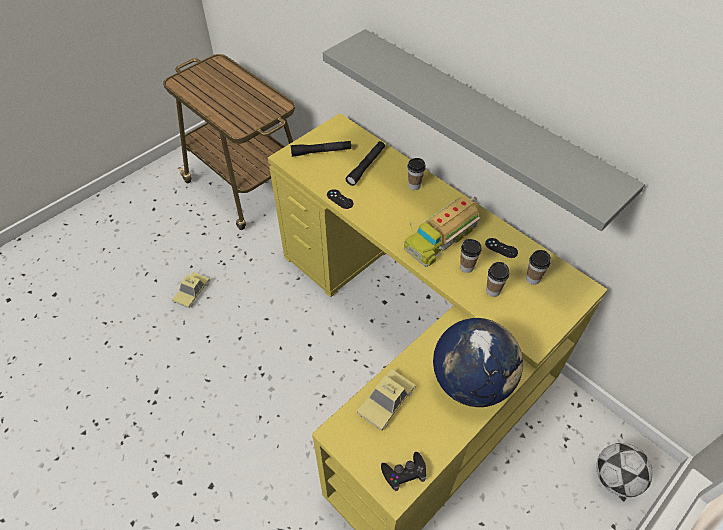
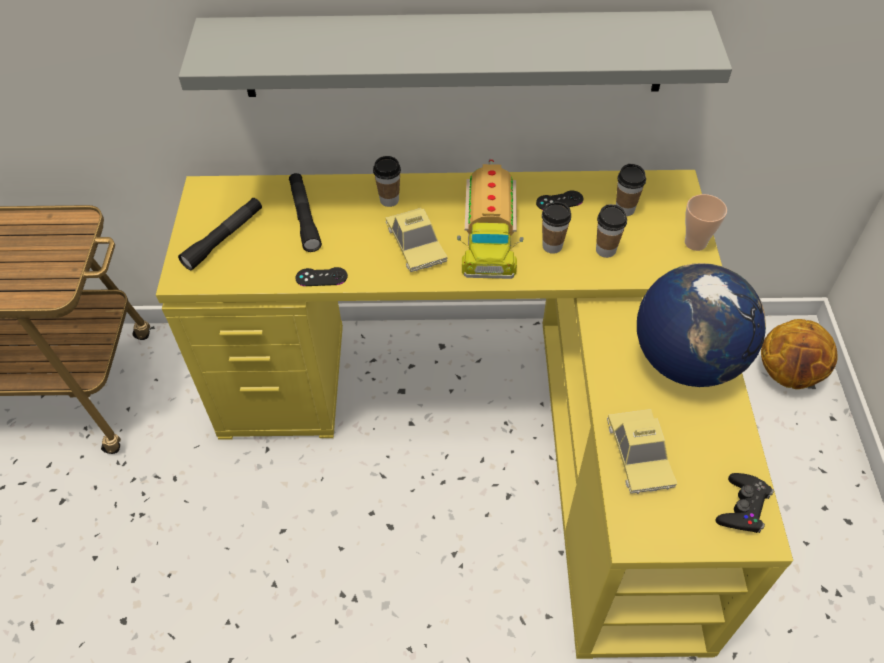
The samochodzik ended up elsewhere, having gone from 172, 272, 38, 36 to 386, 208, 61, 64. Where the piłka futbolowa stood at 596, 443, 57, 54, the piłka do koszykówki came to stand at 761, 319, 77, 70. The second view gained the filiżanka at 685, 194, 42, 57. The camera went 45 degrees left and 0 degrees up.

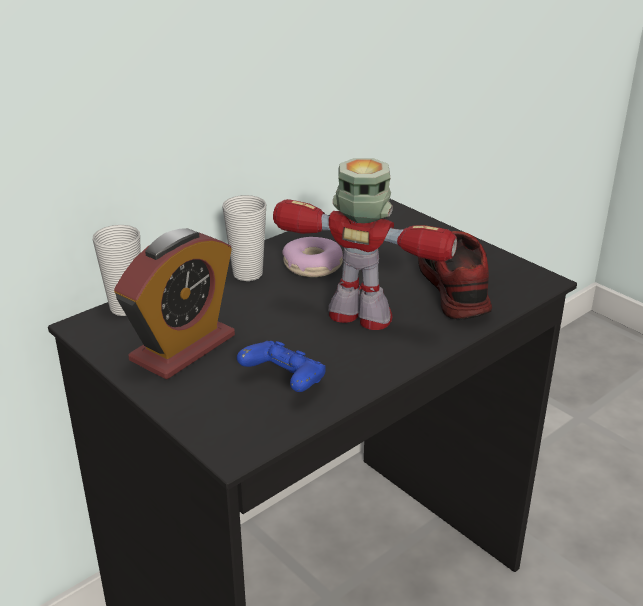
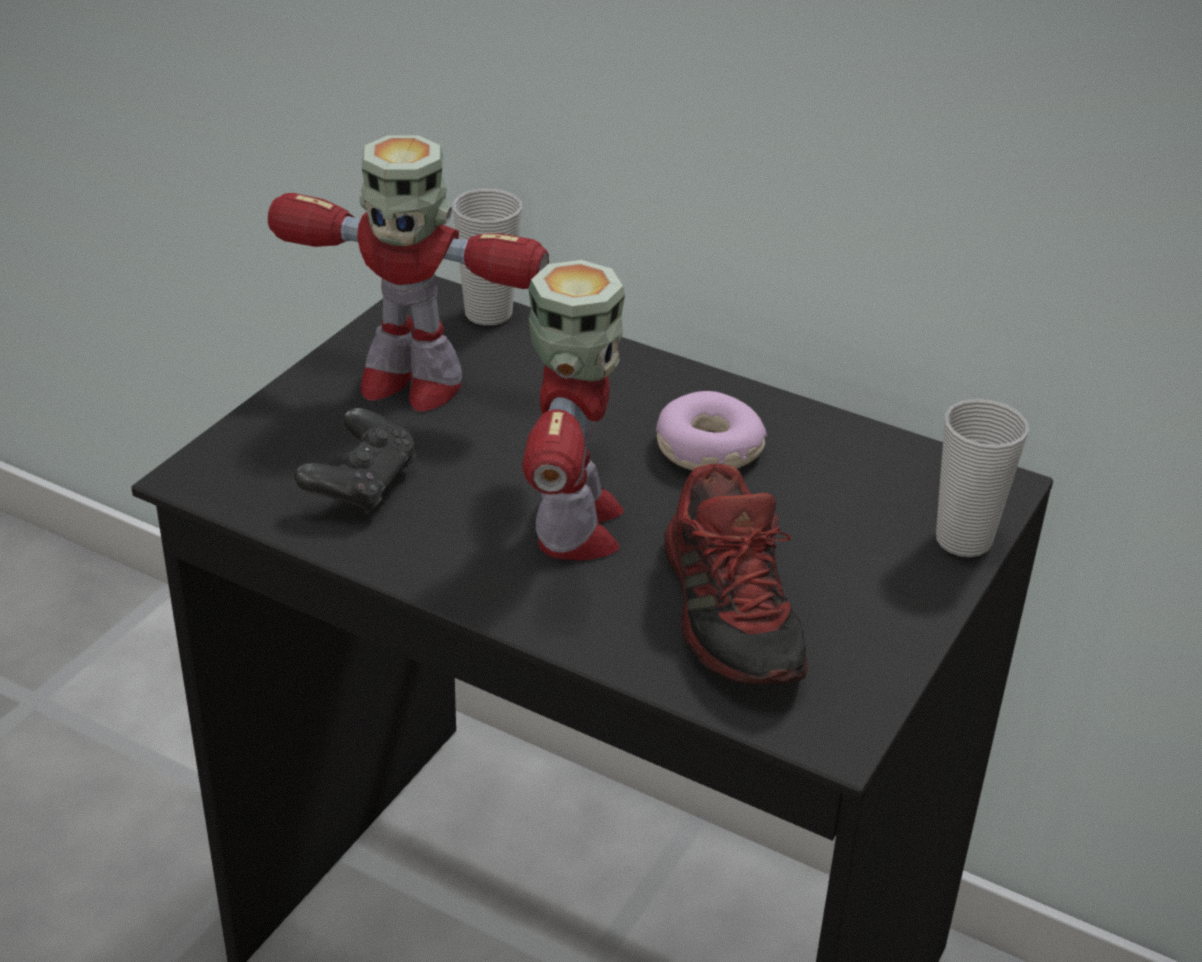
The filiżanka ended up elsewhere, having gone from 222, 195, 44, 86 to 936, 398, 93, 159. Where the budzik stood at 114, 228, 121, 152, the robot zabawkowy came to stand at 268, 135, 281, 276. The but at 418, 231, 74, 88 ended up facing another way, 105 degrees clockwise from before. What was the pad do gier/niebieski at 237, 341, 89, 51 turned into the pad do gier/czarny at 294, 408, 122, 107. The camera went 70 degrees right and 5 degrees up.

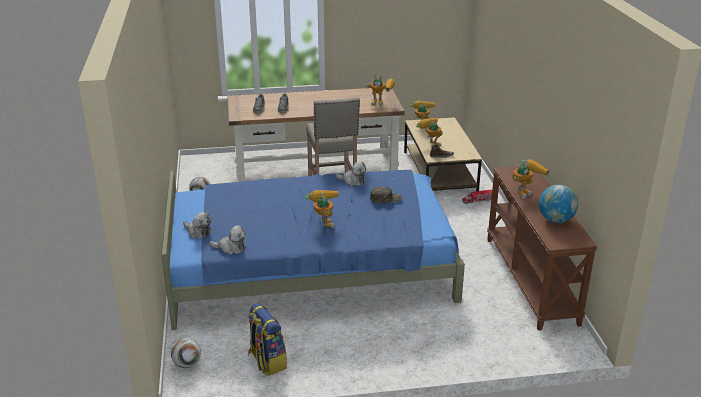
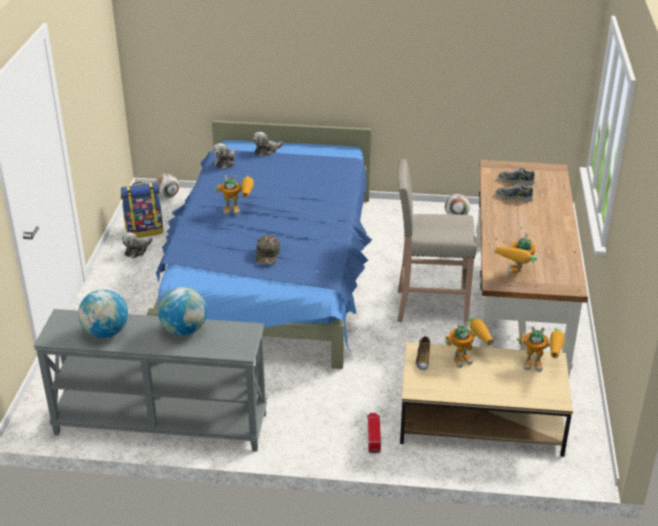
Where the robot zabawkowy stood at 512, 159, 37, 40, the globus came to stand at 158, 287, 49, 48. The pluszak ended up elsewhere, having gone from 335, 161, 31, 25 to 122, 232, 30, 27. What was the stolik konsolowy/brązowy at 487, 166, 110, 165 turned into the stolik konsolowy/szary at 34, 309, 233, 143. The camera went 105 degrees right and 5 degrees up.

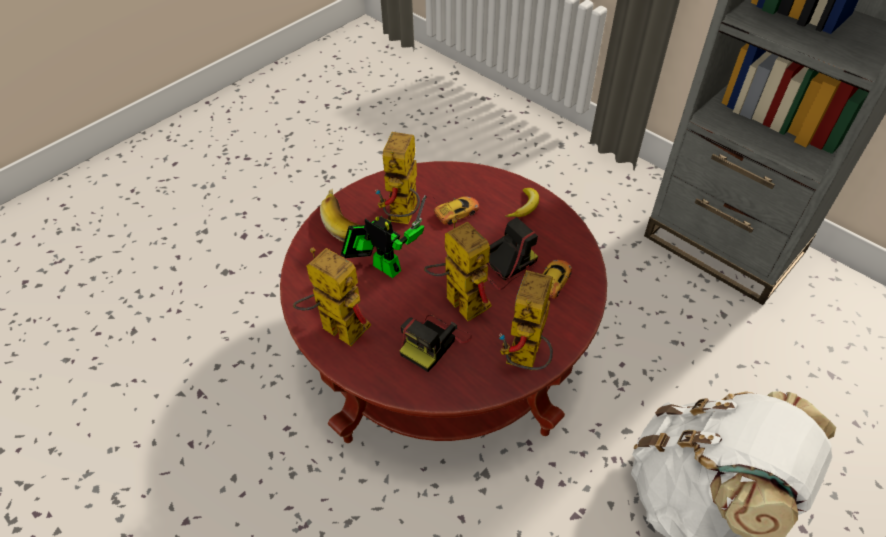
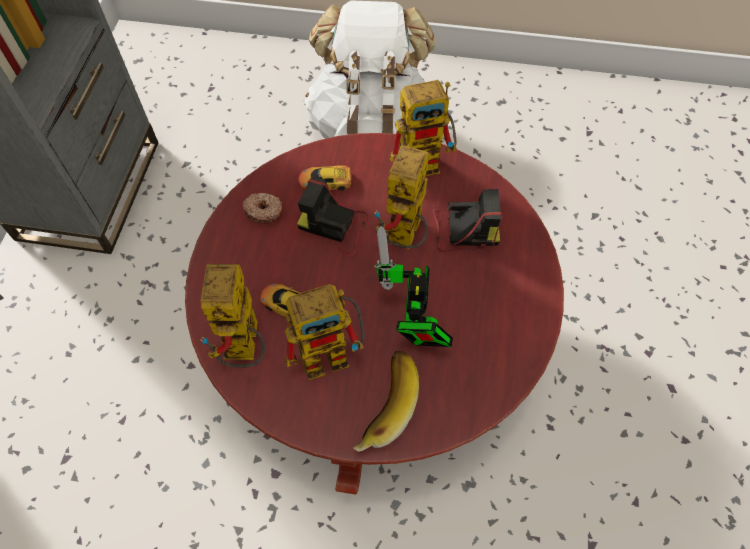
The second view lost the banan at 505, 188, 34, 29. The robot zabawkowy ended up elsewhere, having gone from 293, 248, 78, 98 to 200, 264, 65, 104. The second view gained the donut at 242, 193, 41, 30. The camera went 125 degrees left and 10 degrees up.

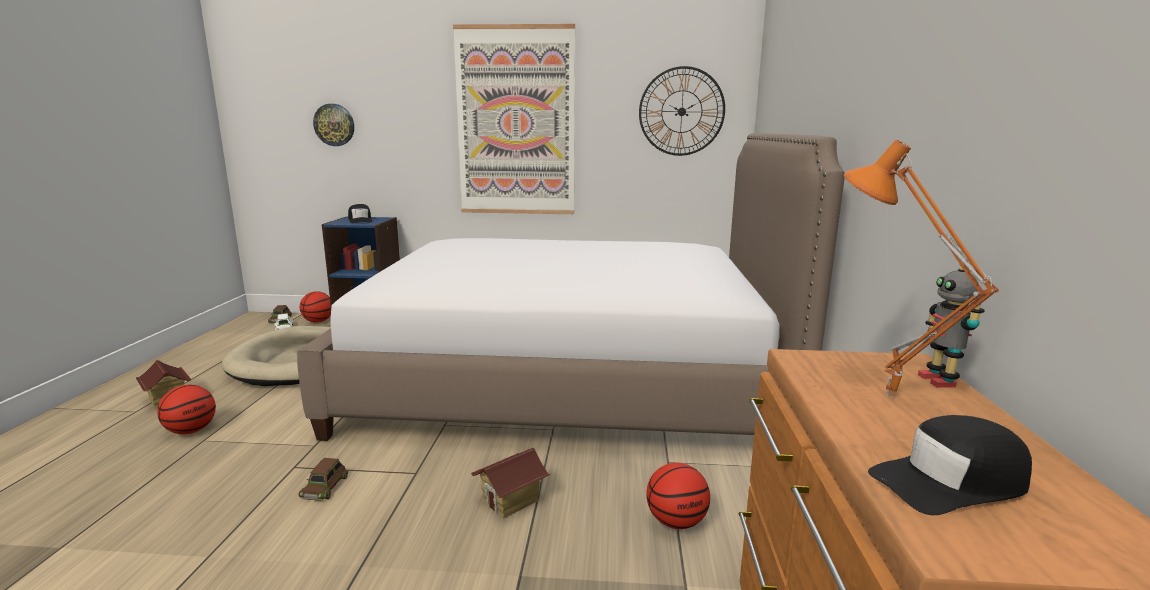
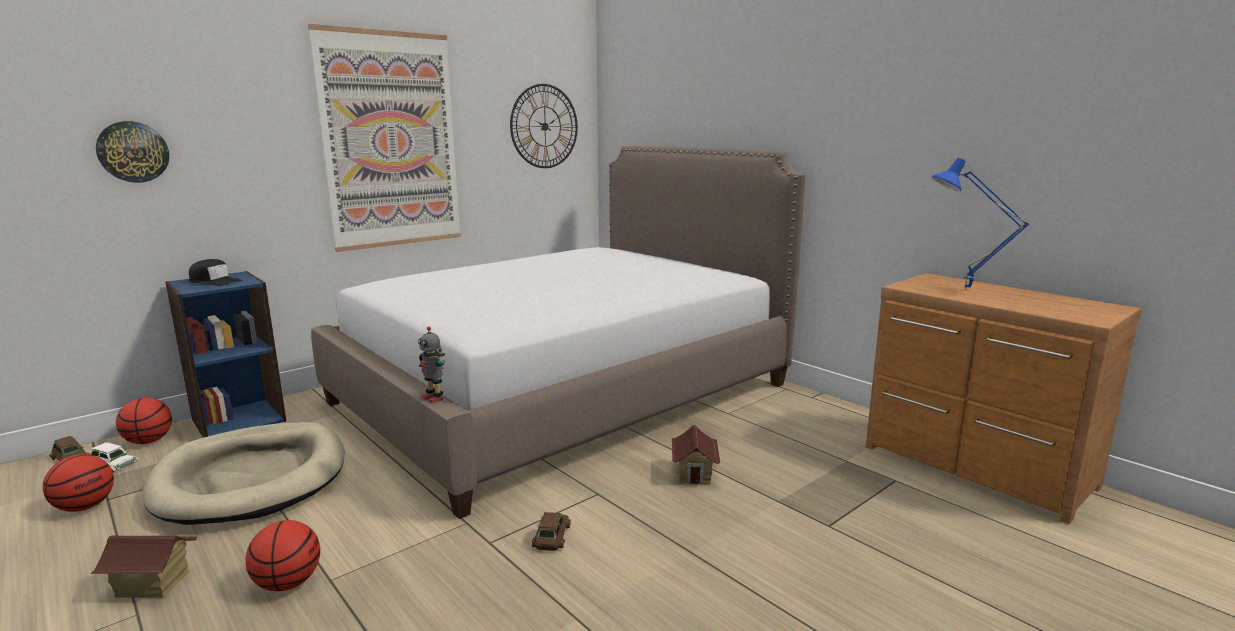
What was the lampa stołowa/pomarańczowy at 844, 140, 155, 258 turned into the lampa stołowa/niebieski at 932, 158, 97, 133. The robot zabawkowy ended up elsewhere, having gone from 918, 260, 67, 127 to 418, 326, 27, 77. The second view lost the czapka z daszkiem/czarny at 868, 415, 164, 100. The samochodzik/brązowy at 299, 458, 49, 43 ended up facing another way, 135 degrees counterclockwise from before. The piłka do koszykówki ended up elsewhere, having gone from 646, 463, 64, 66 to 43, 454, 71, 58. The camera went 45 degrees left and 0 degrees up.

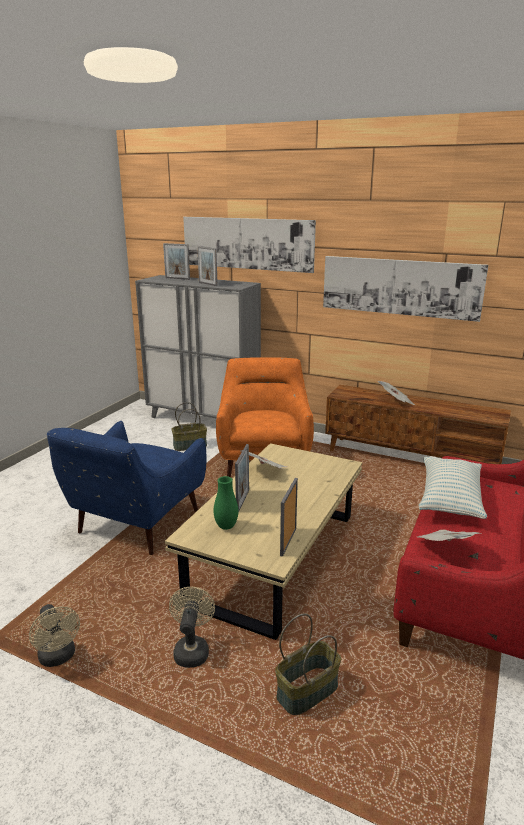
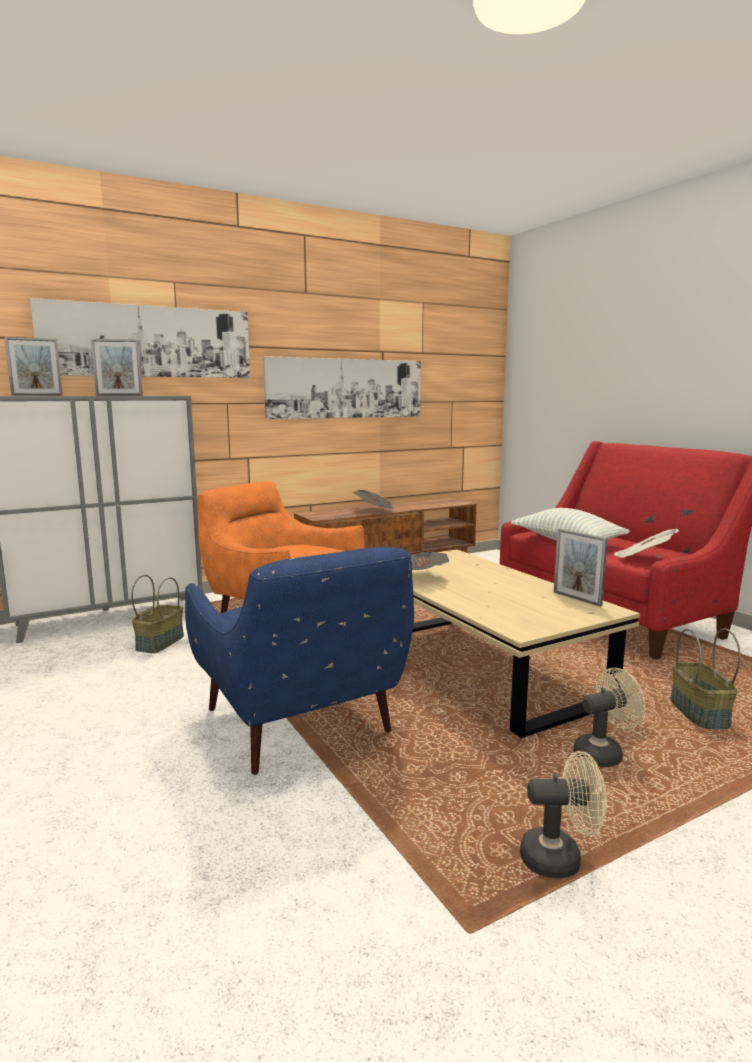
The second view lost the ramka na zdjęcie at 235, 444, 14, 69. The second view lost the wazon/zielony at 213, 476, 25, 54. The wentylator/beżowy at 169, 587, 46, 81 ended up facing another way, 120 degrees clockwise from before. The camera went 55 degrees left and 10 degrees down.

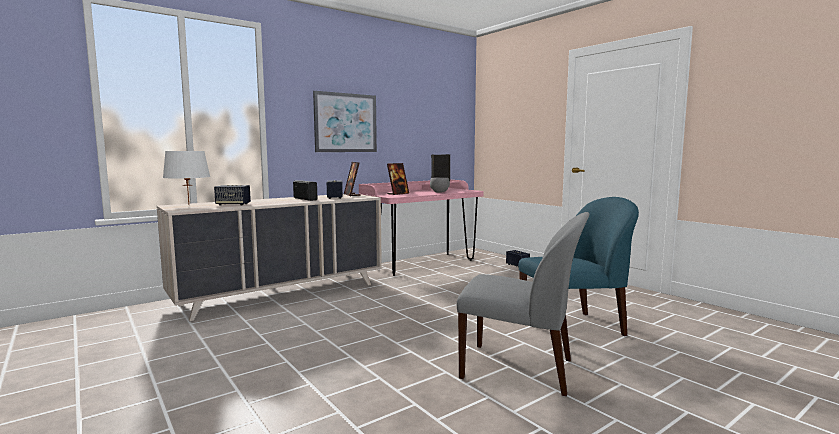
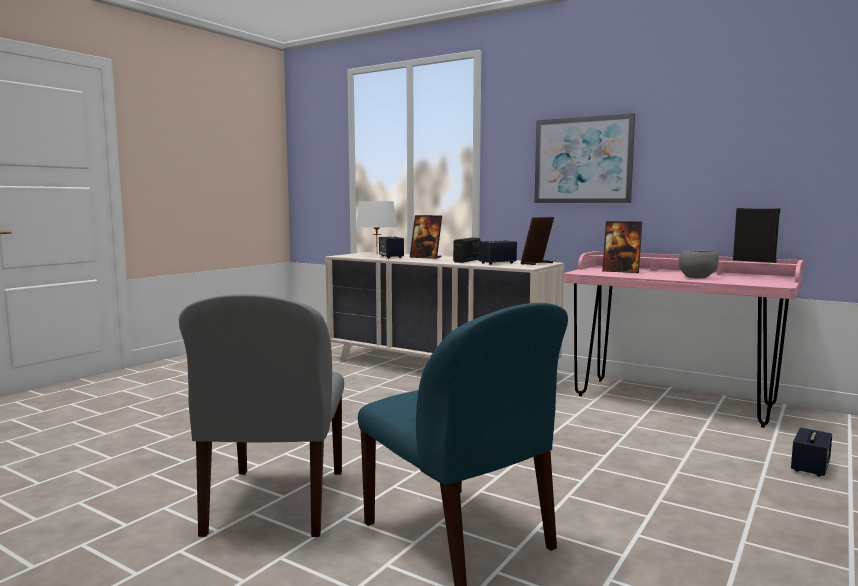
The second view gained the ramka na zdjęcie at 410, 215, 32, 44. The camera went 70 degrees right and 0 degrees up.

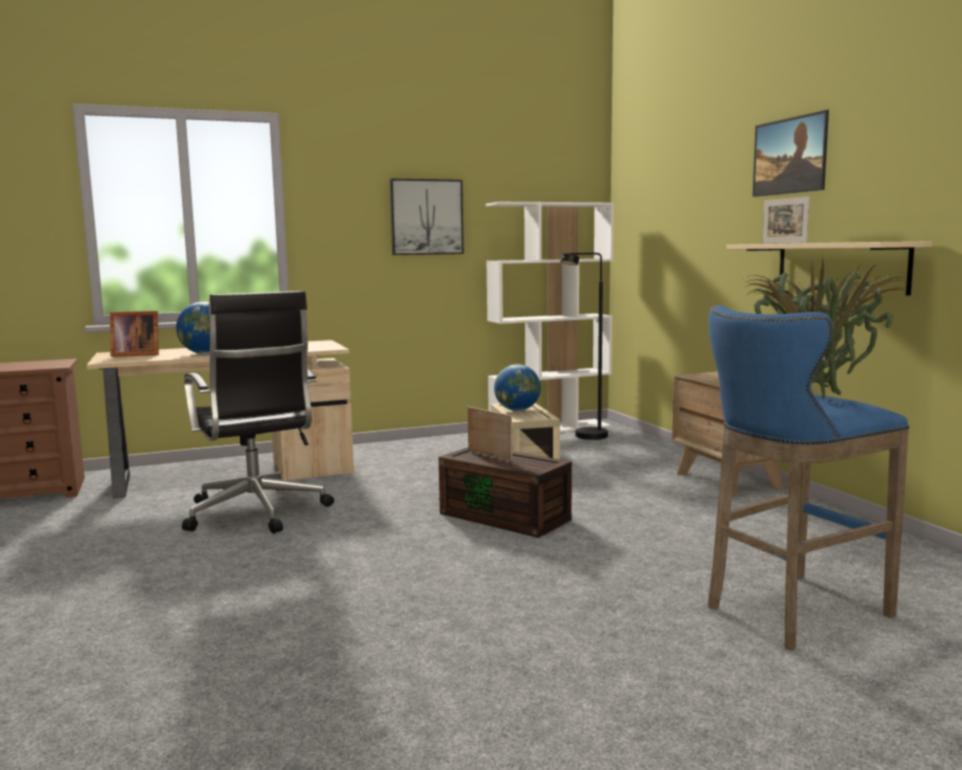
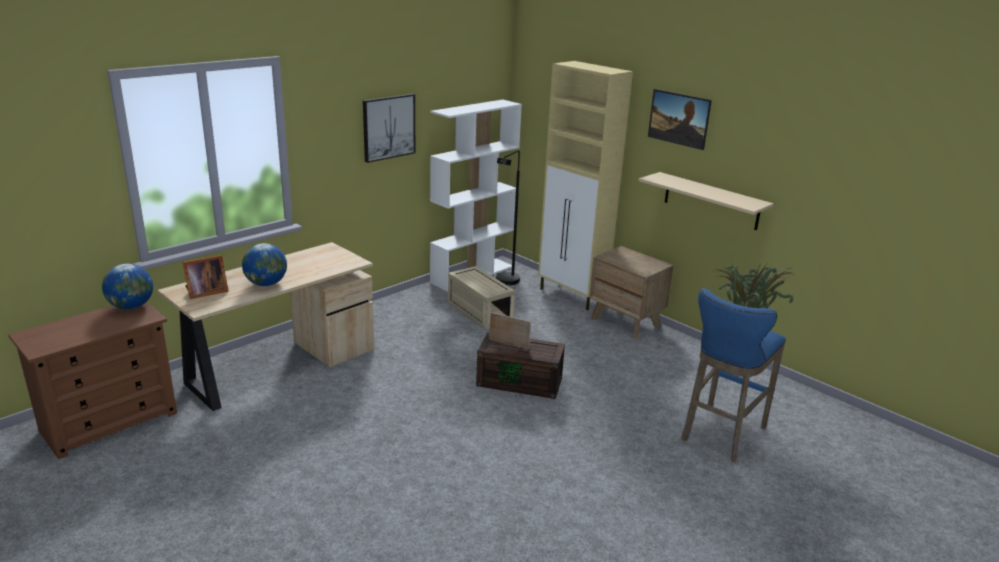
The second view lost the ramka na zdjęcie at 762, 196, 48, 48. The second view lost the krzesło biurowe/czarny at 182, 291, 152, 243. The globus ended up elsewhere, having gone from 494, 364, 47, 47 to 102, 264, 51, 46. The second view gained the szafka/beżowy at 538, 61, 95, 249. The camera went 25 degrees left and 15 degrees up.

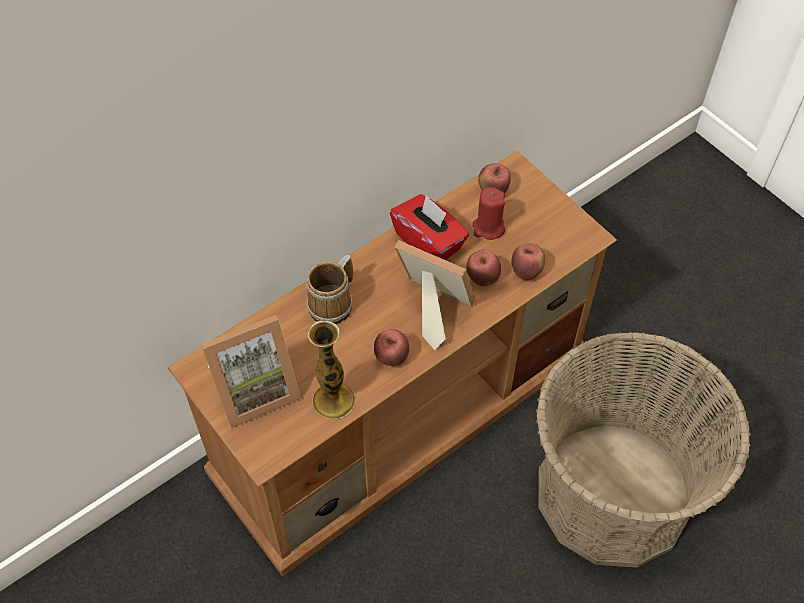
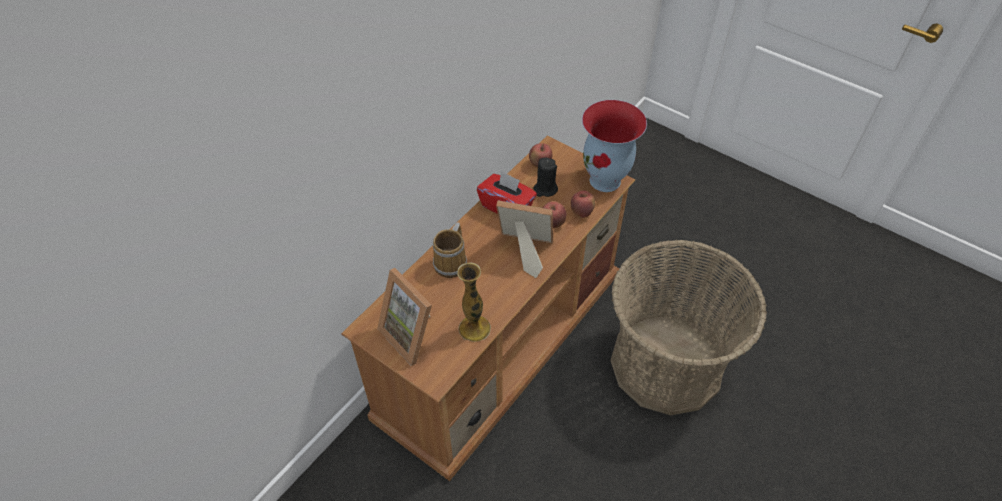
What was the świeca/czerwony at 472, 187, 33, 53 turned into the świeca/czarny at 533, 158, 25, 39. The ramka na zdjęcie at 201, 315, 100, 113 ended up facing another way, 90 degrees clockwise from before. The second view lost the jabłko at 374, 329, 35, 37. The second view gained the wazon at 582, 100, 65, 92. The camera went 15 degrees left and 5 degrees down.

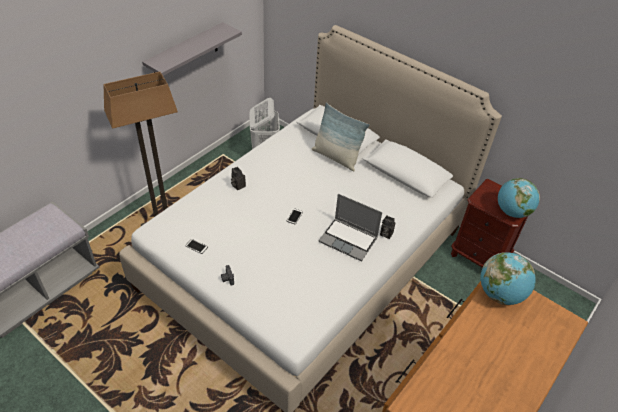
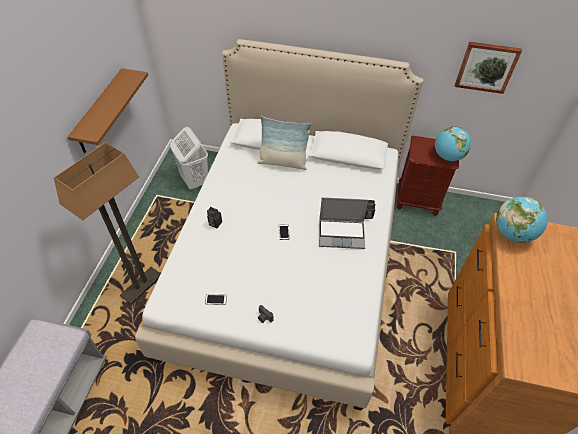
What was the półka/szary at 142, 22, 100, 54 turned into the półka/brązowy at 68, 68, 80, 85. The second view gained the obraz at 455, 42, 67, 52. The camera went 25 degrees left and 5 degrees up.

